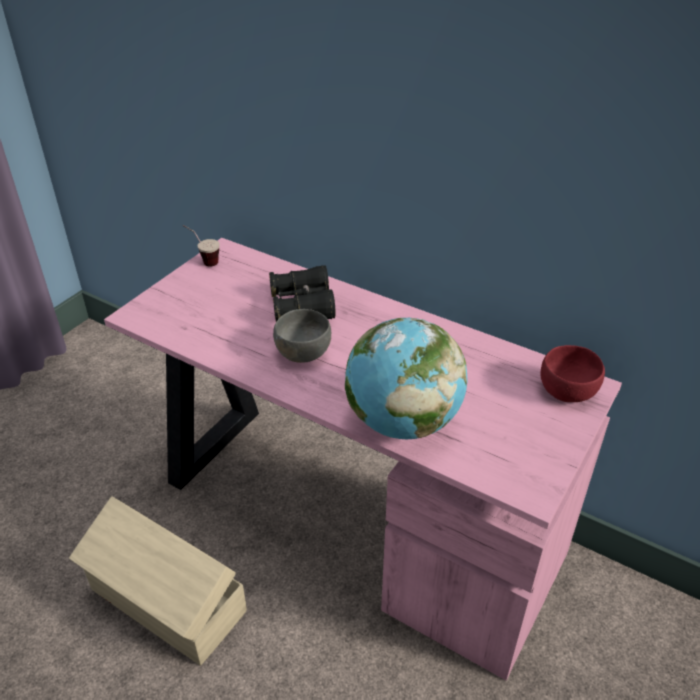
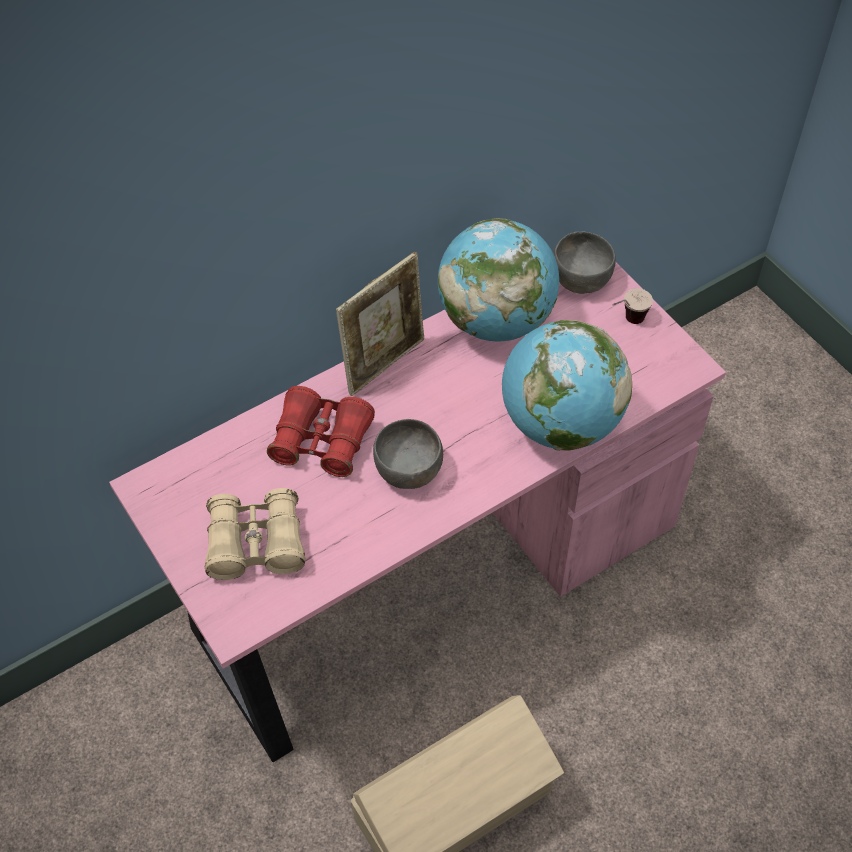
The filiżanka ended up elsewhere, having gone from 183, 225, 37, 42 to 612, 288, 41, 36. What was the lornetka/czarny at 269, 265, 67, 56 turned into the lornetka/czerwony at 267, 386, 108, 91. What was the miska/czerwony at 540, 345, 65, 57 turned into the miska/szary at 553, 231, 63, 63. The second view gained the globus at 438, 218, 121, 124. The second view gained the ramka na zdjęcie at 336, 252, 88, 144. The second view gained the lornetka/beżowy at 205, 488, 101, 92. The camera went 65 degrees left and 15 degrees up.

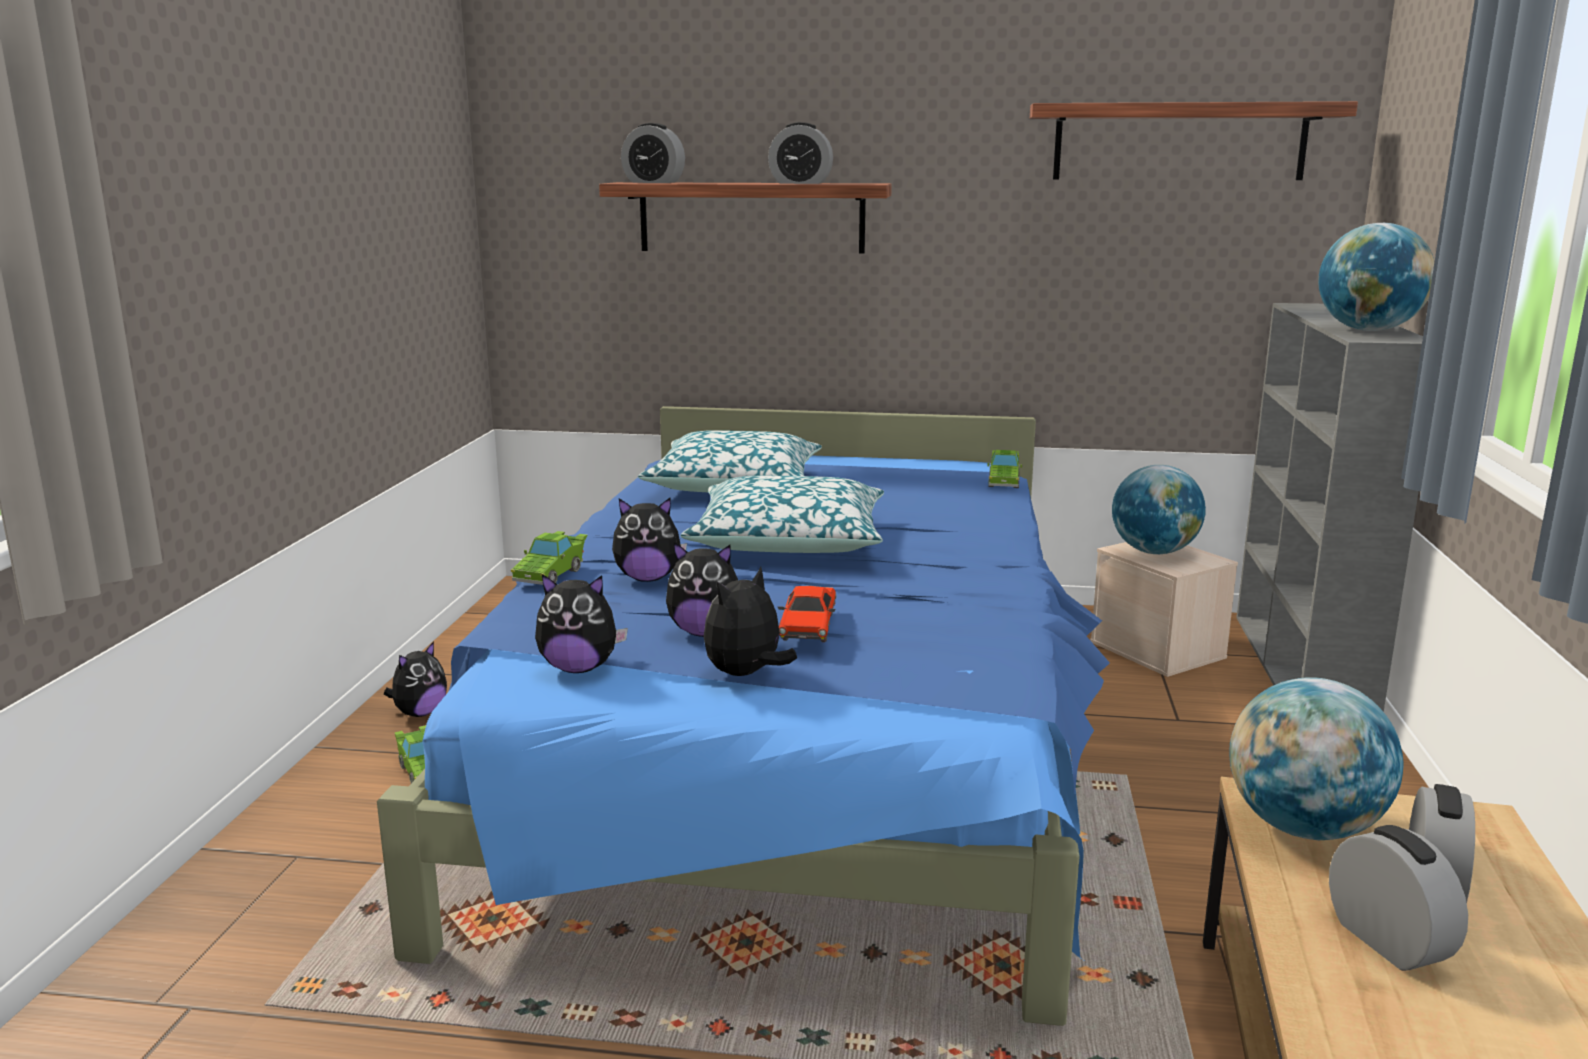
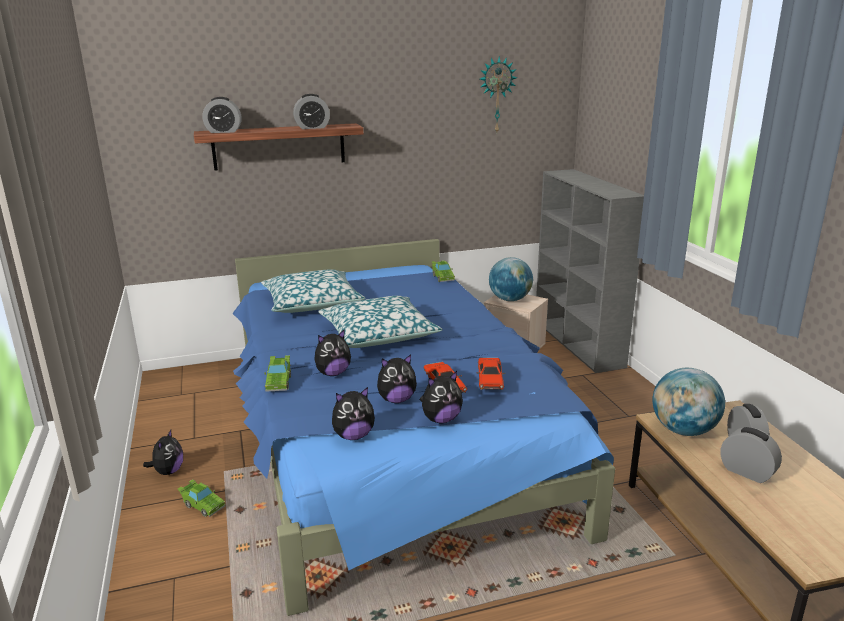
Where the półka hung at 1030, 101, 328, 79, the zegar ścienny came to hang at 480, 56, 38, 77. The second view lost the globus at 1318, 223, 117, 108. The pluszak at 704, 567, 93, 109 ended up facing another way, 135 degrees counterclockwise from before. The second view gained the samochodzik/czerwony at 476, 358, 29, 32. The camera went 25 degrees left and 5 degrees up.

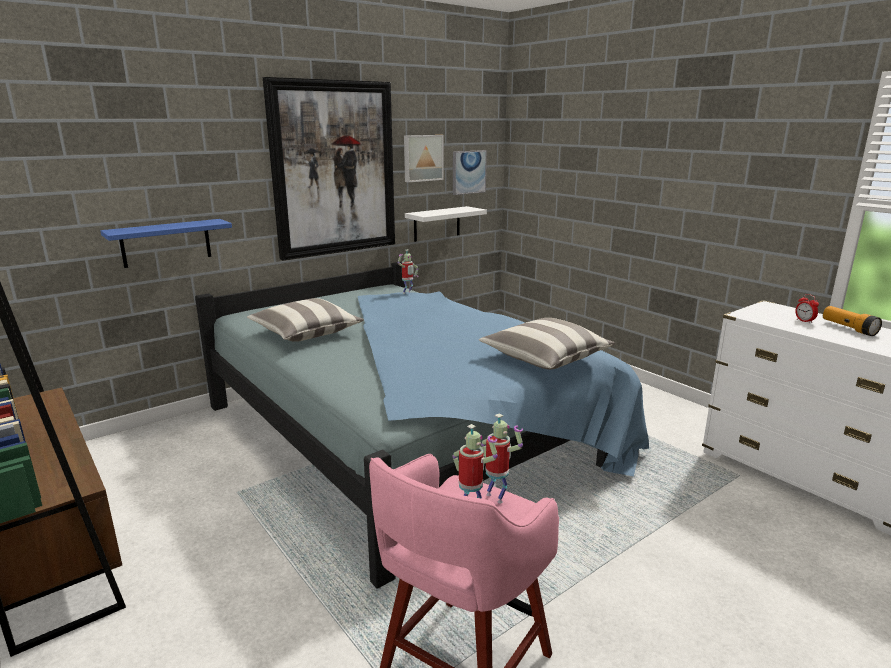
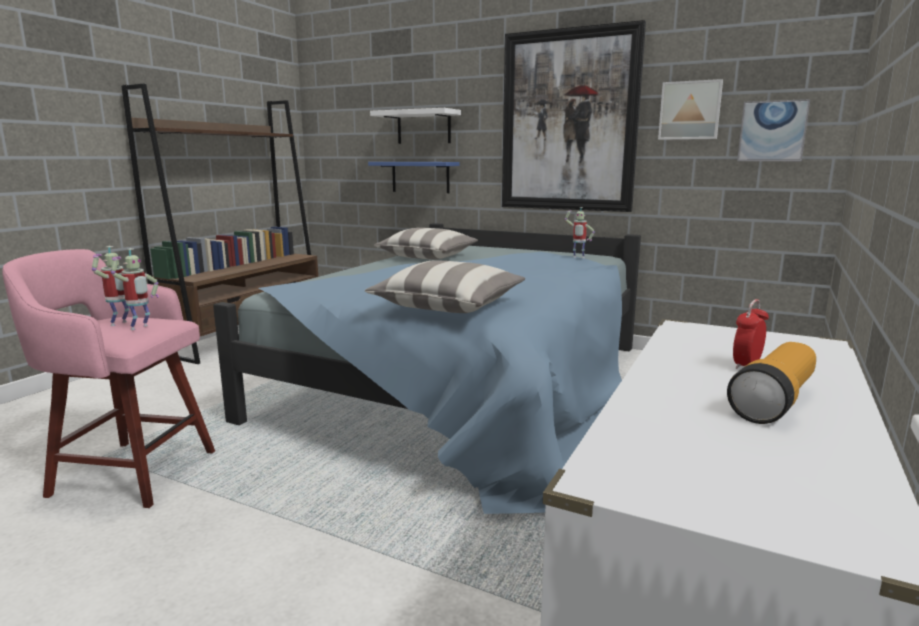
The półka/biały ended up elsewhere, having gone from 405, 206, 82, 36 to 370, 108, 91, 36. The camera went 65 degrees right and 5 degrees down.

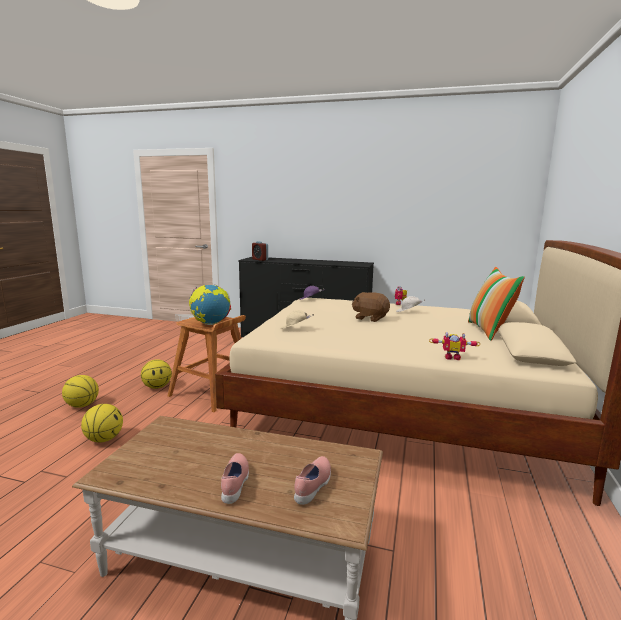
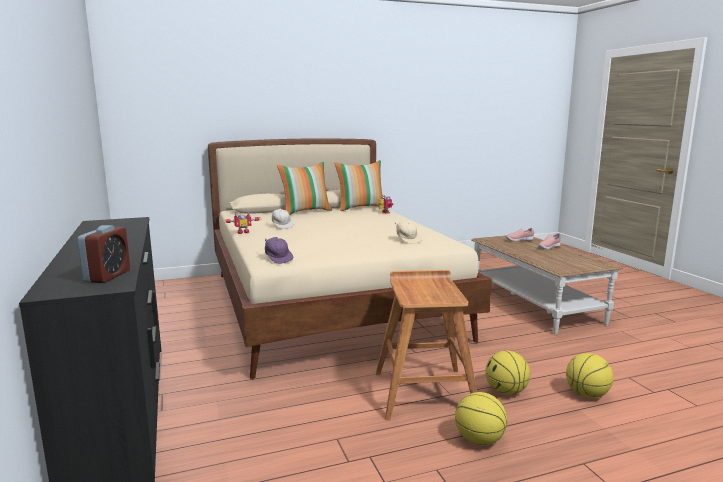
The second view lost the globus at 189, 285, 42, 40. The second view lost the pluszak/brązowy at 352, 292, 38, 30. The piłka do koszykówki ended up elsewhere, having gone from 62, 375, 37, 33 to 485, 351, 45, 44. The second view gained the poduszka at 334, 160, 48, 51. The camera went 125 degrees left and 0 degrees up.

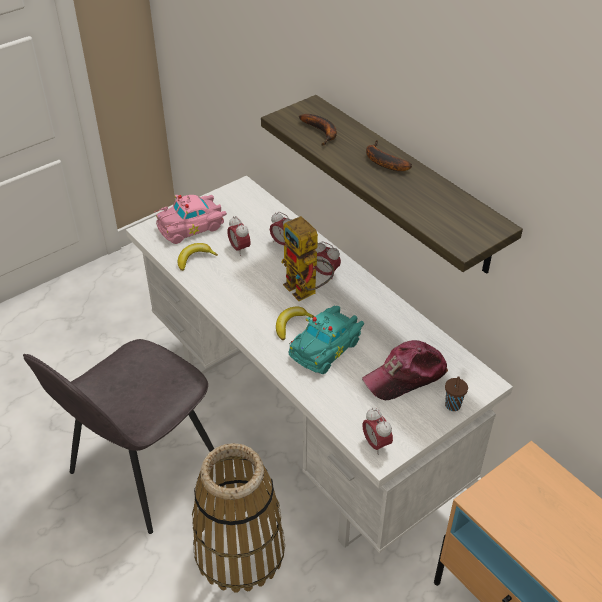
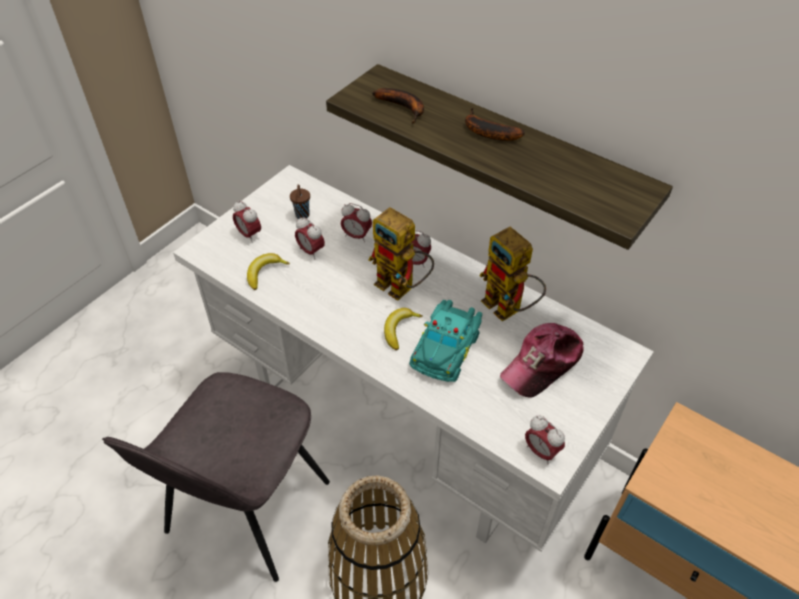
Where the samochodzik/różowy stood at 154, 195, 73, 49, the budzik came to stand at 233, 200, 28, 41. The filiżanka/brązowy ended up elsewhere, having gone from 445, 376, 23, 35 to 290, 185, 20, 34. The second view gained the robot zabawkowy at 479, 227, 67, 95. The camera went 15 degrees left and 5 degrees up.

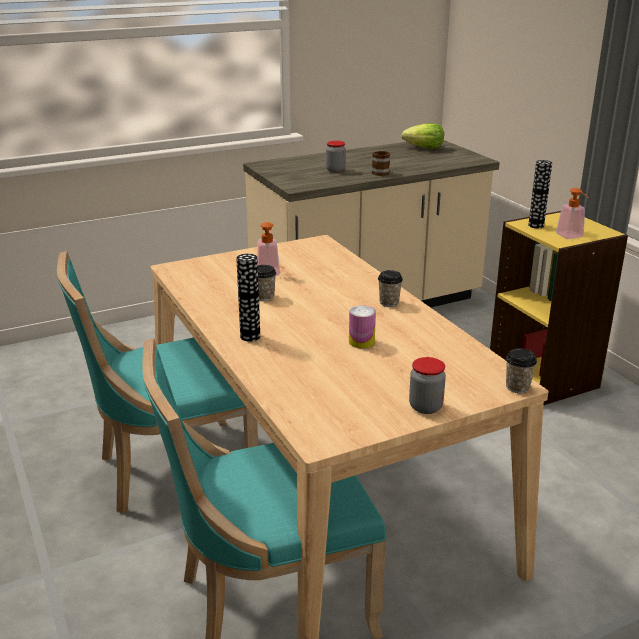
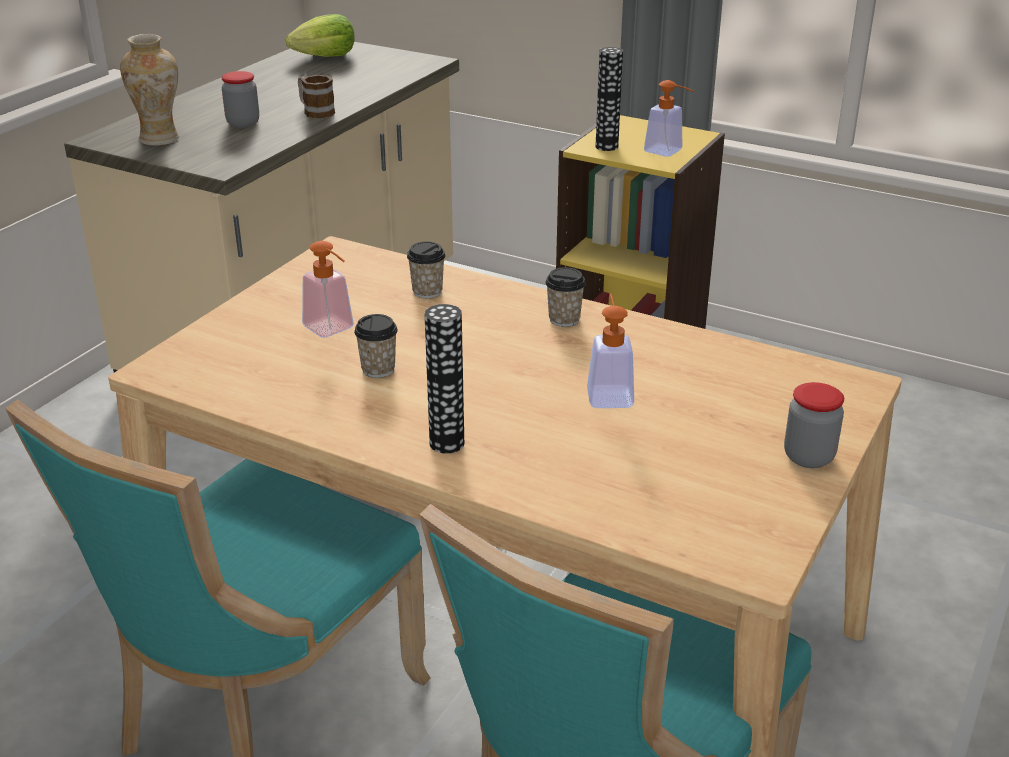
Where the puszka stood at 349, 305, 27, 43, the dozownik mydła came to stand at 587, 293, 47, 115. The filiżanka ended up elsewhere, having gone from 506, 348, 31, 45 to 407, 241, 38, 57. The second view gained the wazon at 120, 34, 59, 112. The camera went 35 degrees left and 5 degrees up.

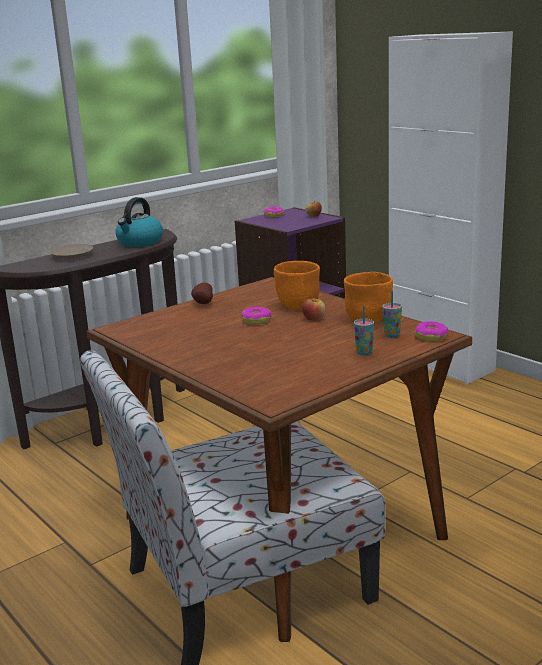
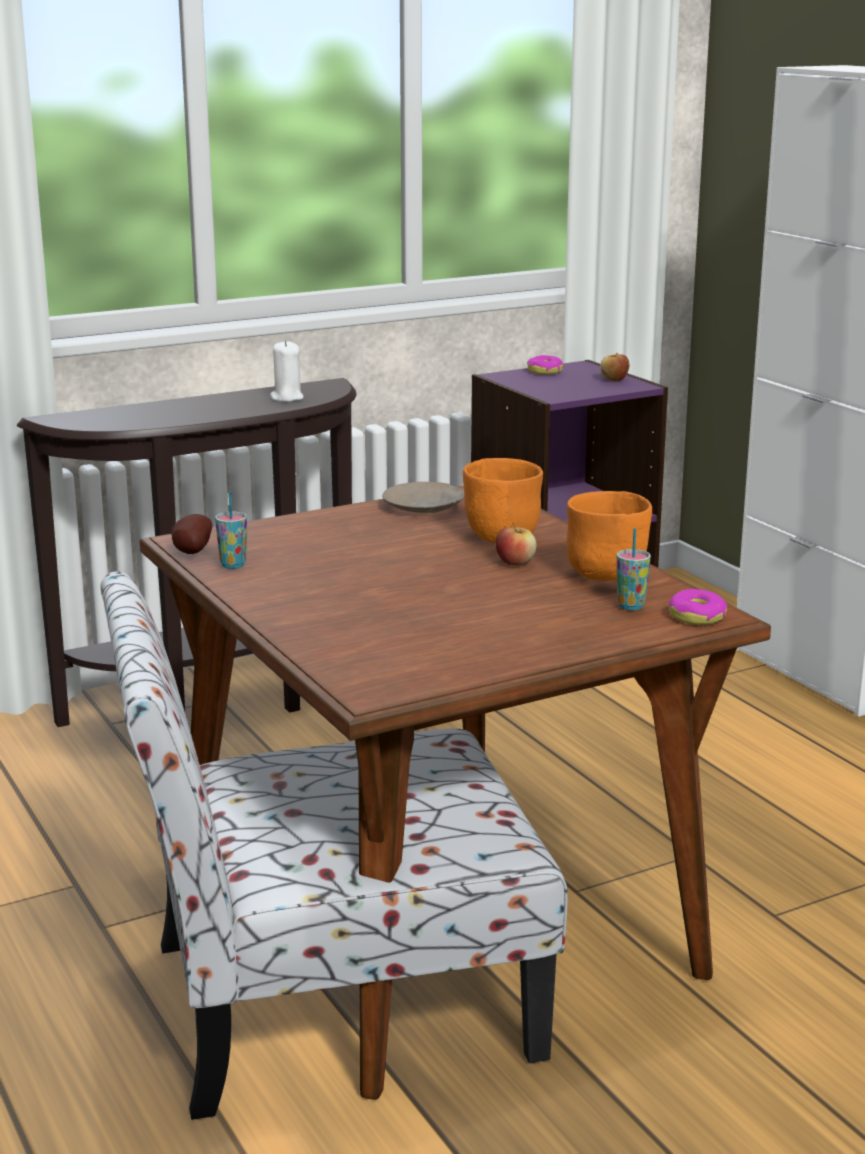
Where the czajnik stood at 115, 197, 48, 50, the świeca/biały came to stand at 270, 341, 34, 61. The talerz/beżowy ended up elsewhere, having gone from 50, 244, 43, 15 to 382, 482, 82, 31. The ziemniak ended up elsewhere, having gone from 191, 283, 22, 21 to 171, 514, 41, 40. The filiżanka ended up elsewhere, having gone from 354, 306, 20, 49 to 215, 492, 32, 77. The second view lost the donut at 242, 307, 30, 17. The camera went 10 degrees right and 0 degrees up.

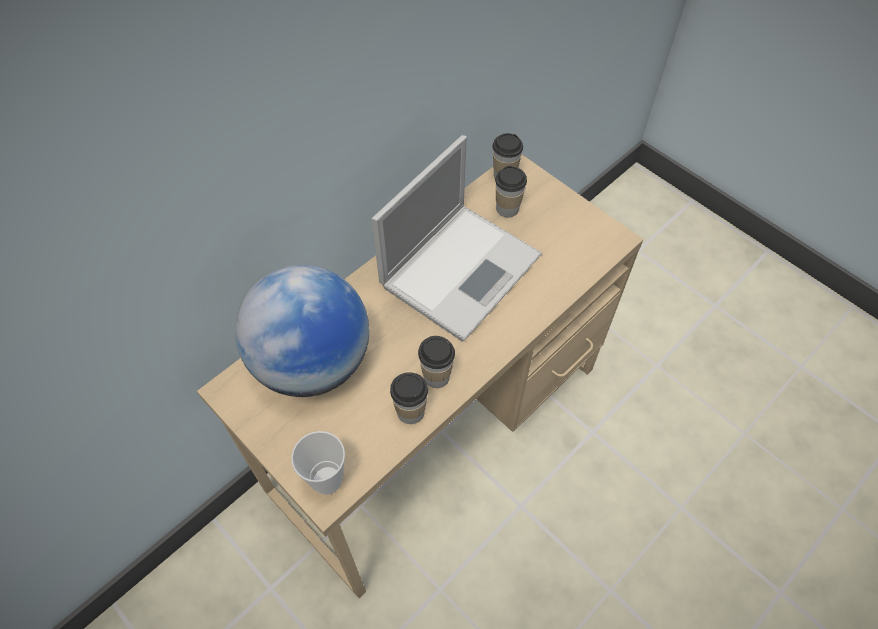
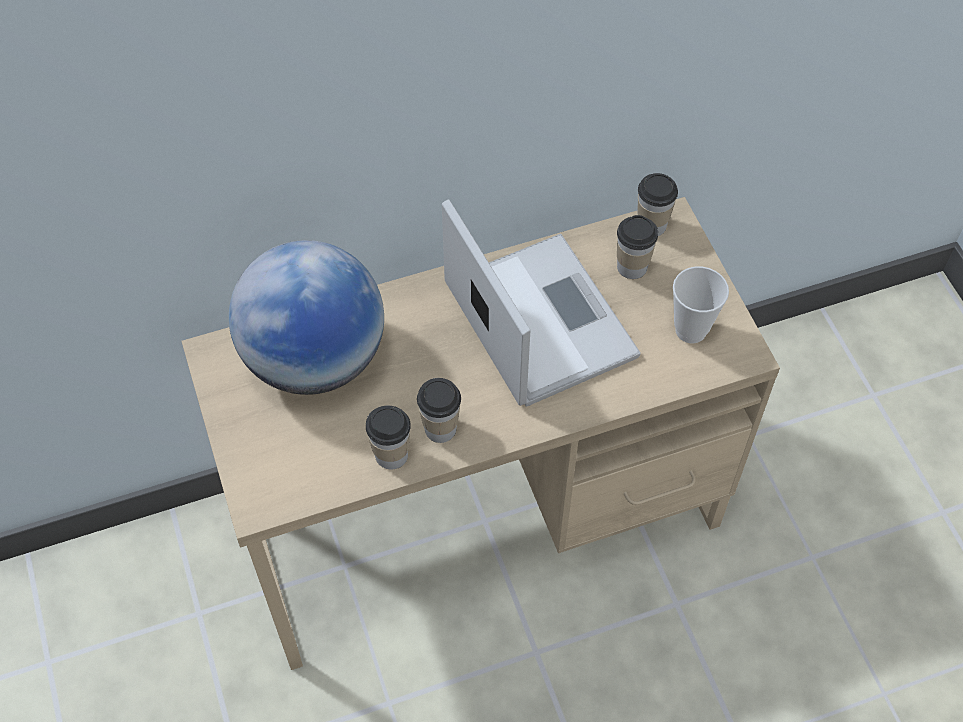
The laptop at 372, 135, 170, 207 ended up facing another way, 90 degrees counterclockwise from before. The filiżanka ended up elsewhere, having gone from 291, 431, 54, 64 to 673, 267, 56, 76. The camera went 25 degrees right and 0 degrees up.

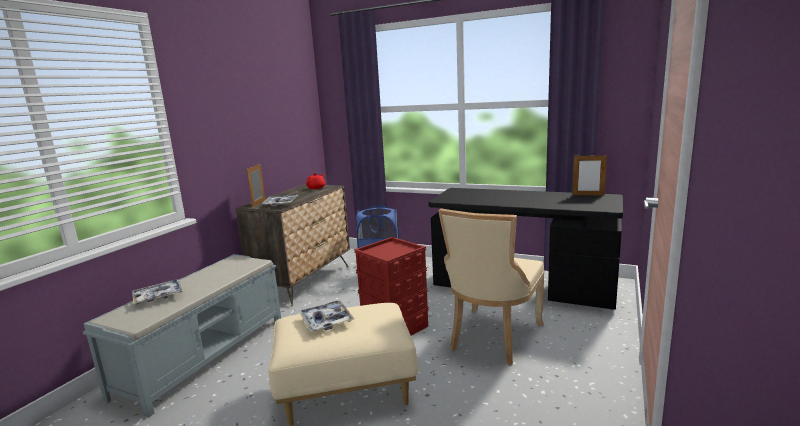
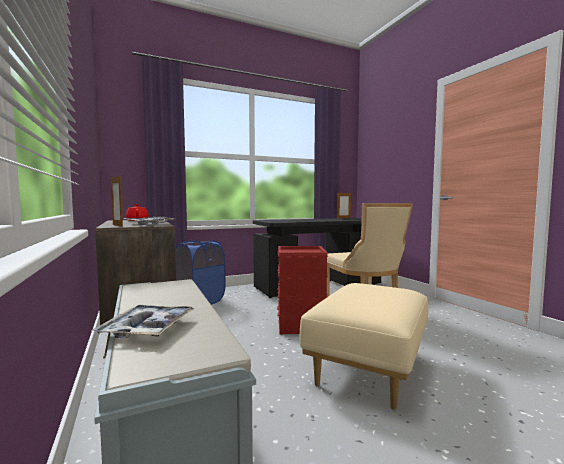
The second view lost the taca at 299, 301, 55, 30. The camera went 50 degrees left and 10 degrees down.

